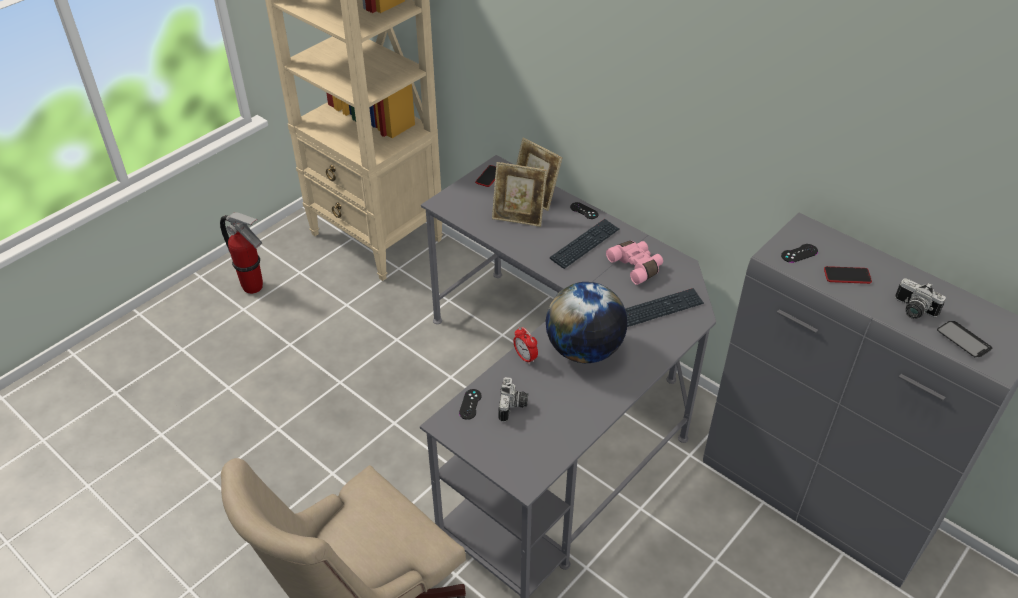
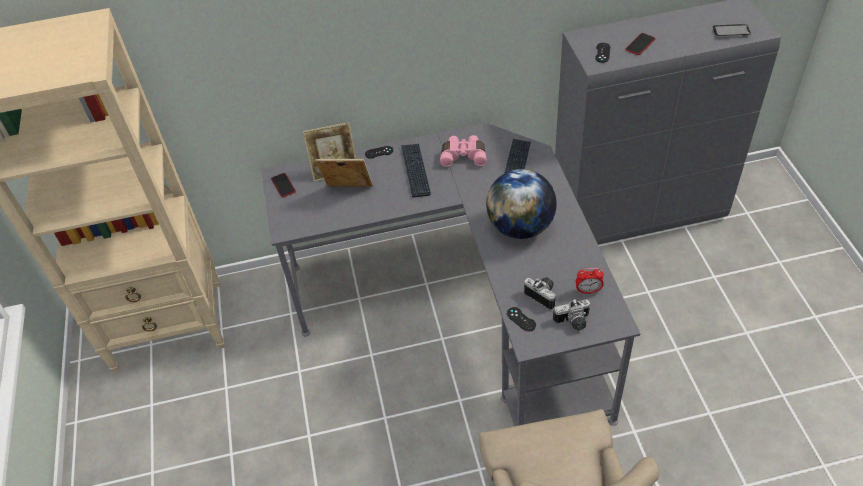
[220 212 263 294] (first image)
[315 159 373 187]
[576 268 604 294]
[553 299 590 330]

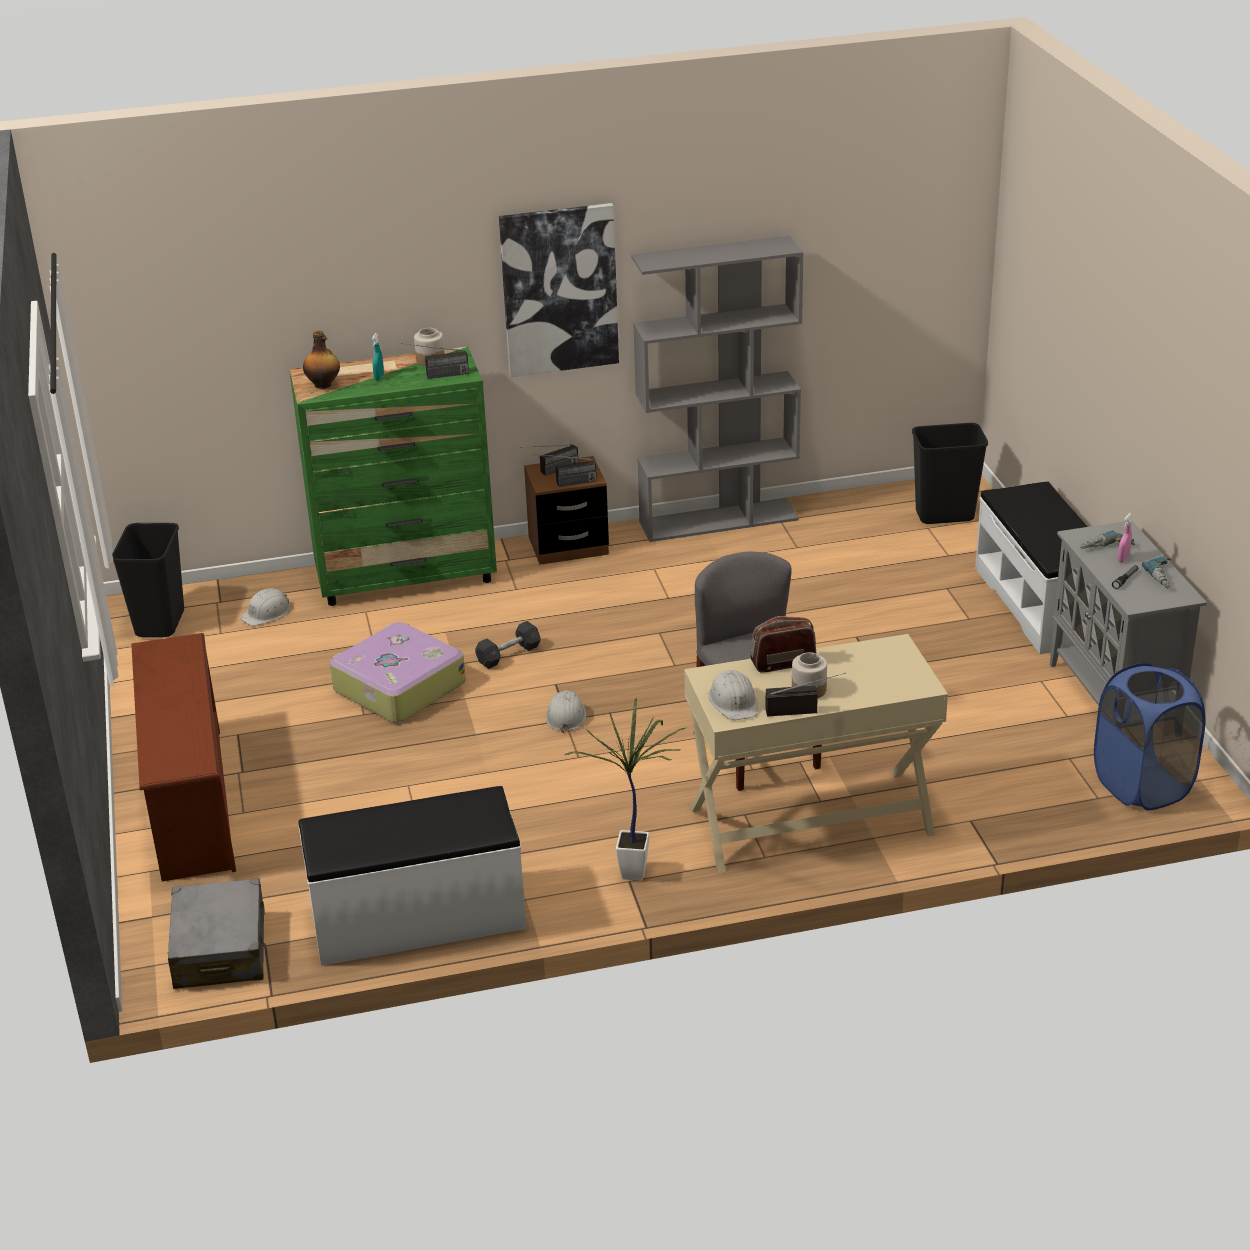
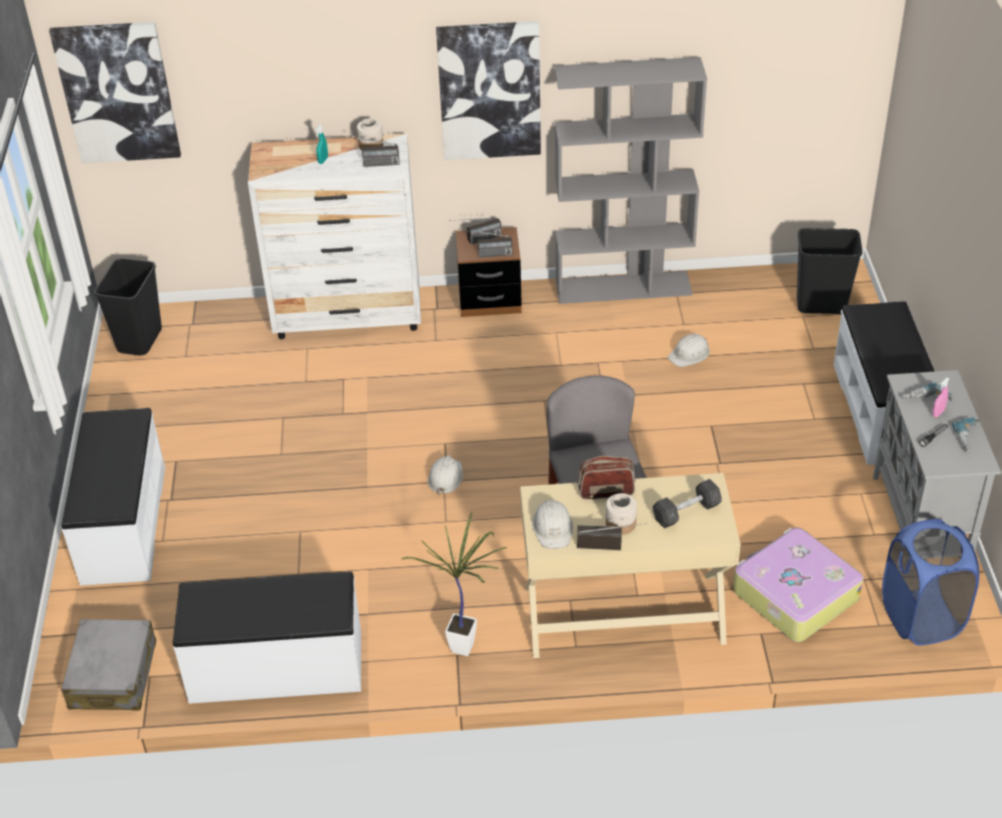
[61 408 165 586]
[668 334 710 367]
[248 134 421 339]
[303 330 340 389] (first image)
[733 527 863 642]
[653 479 722 529]
[49 22 181 163]

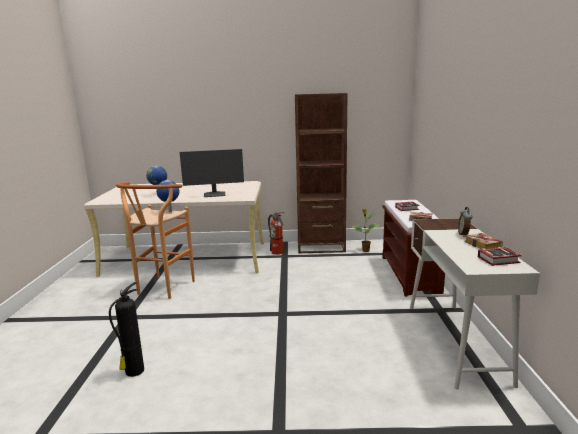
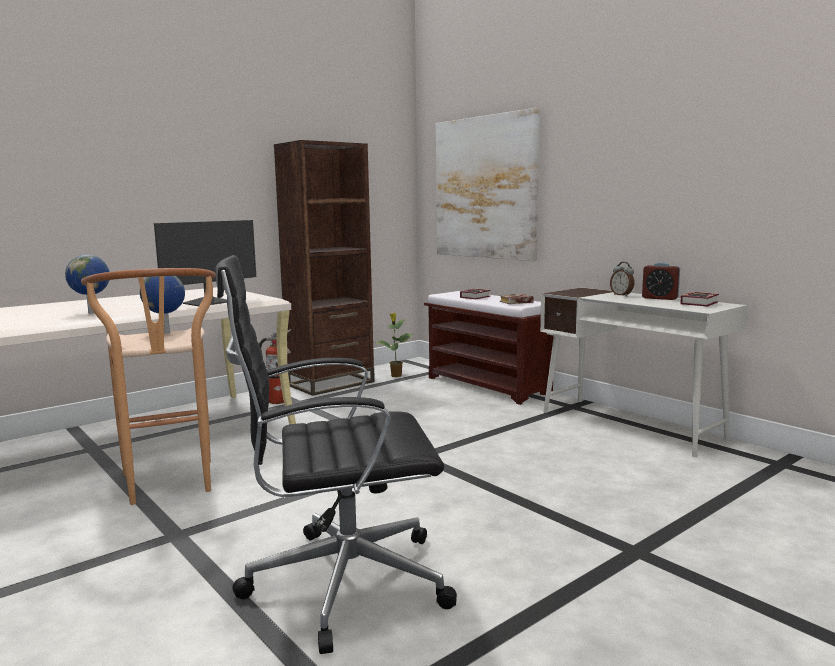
[216 255 457 654]
[642 262 680 300]
[436 108 540 261]

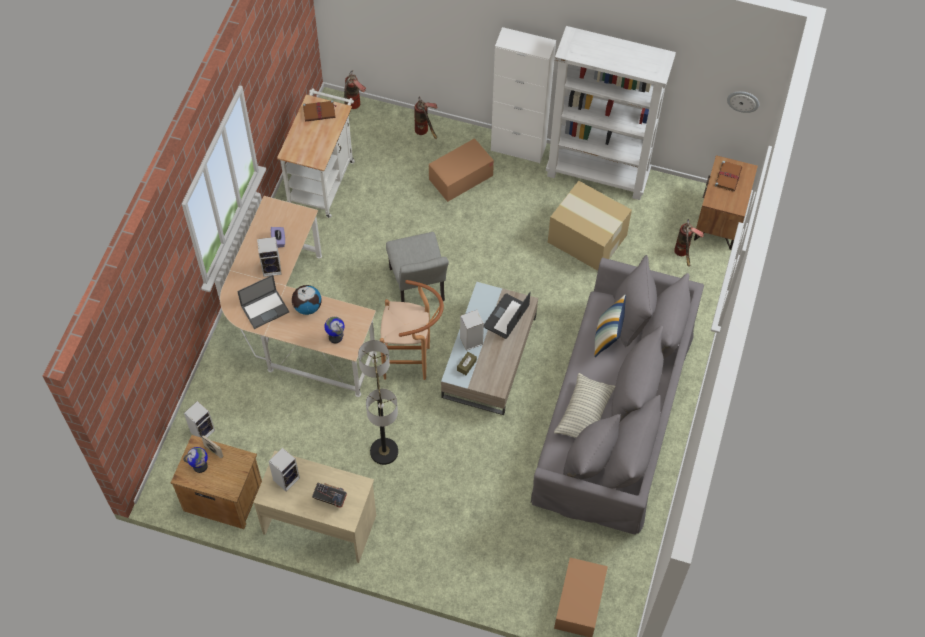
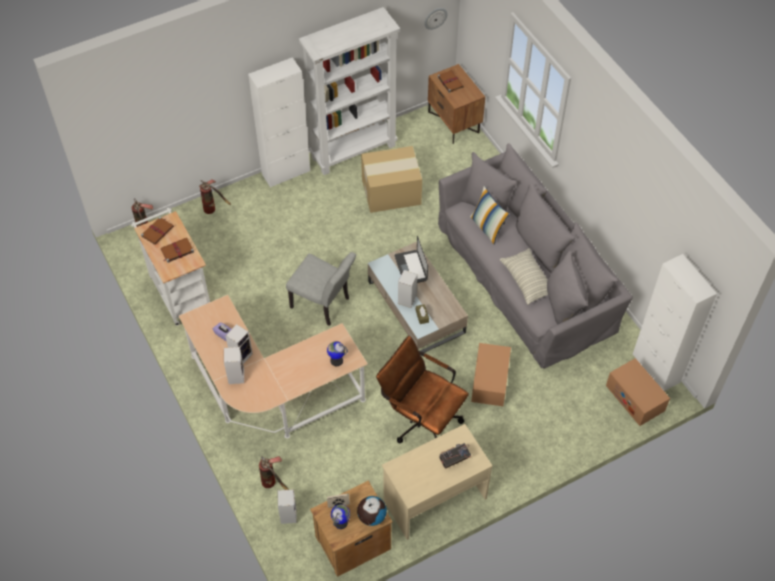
[237 275 289 329] (first image)
[224 347 244 384]
[357 496 387 526]
[376 336 469 443]
[380 280 444 380] (first image)
[471 343 511 406]
[259 456 289 490]
[161 238 194 263]
[632 254 717 391]

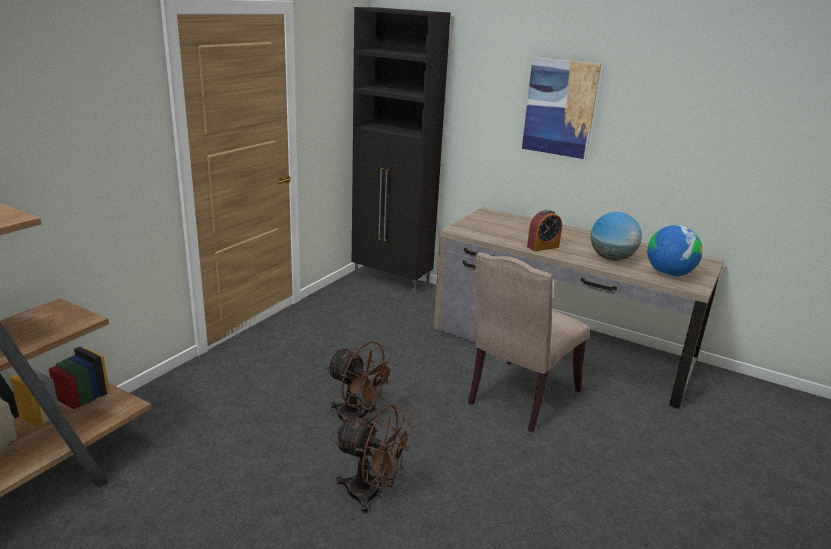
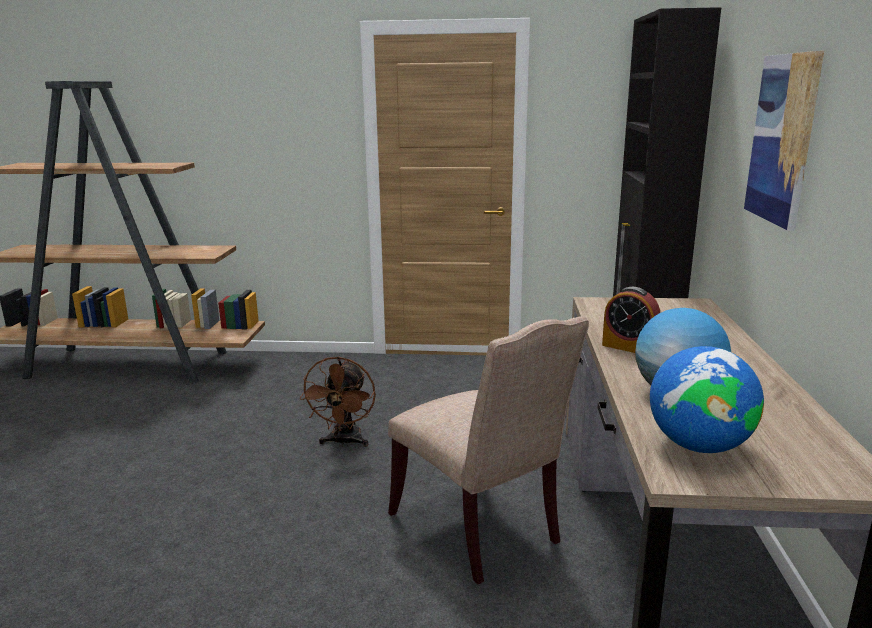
[334 405 414 514] (first image)
[388 316 589 584]

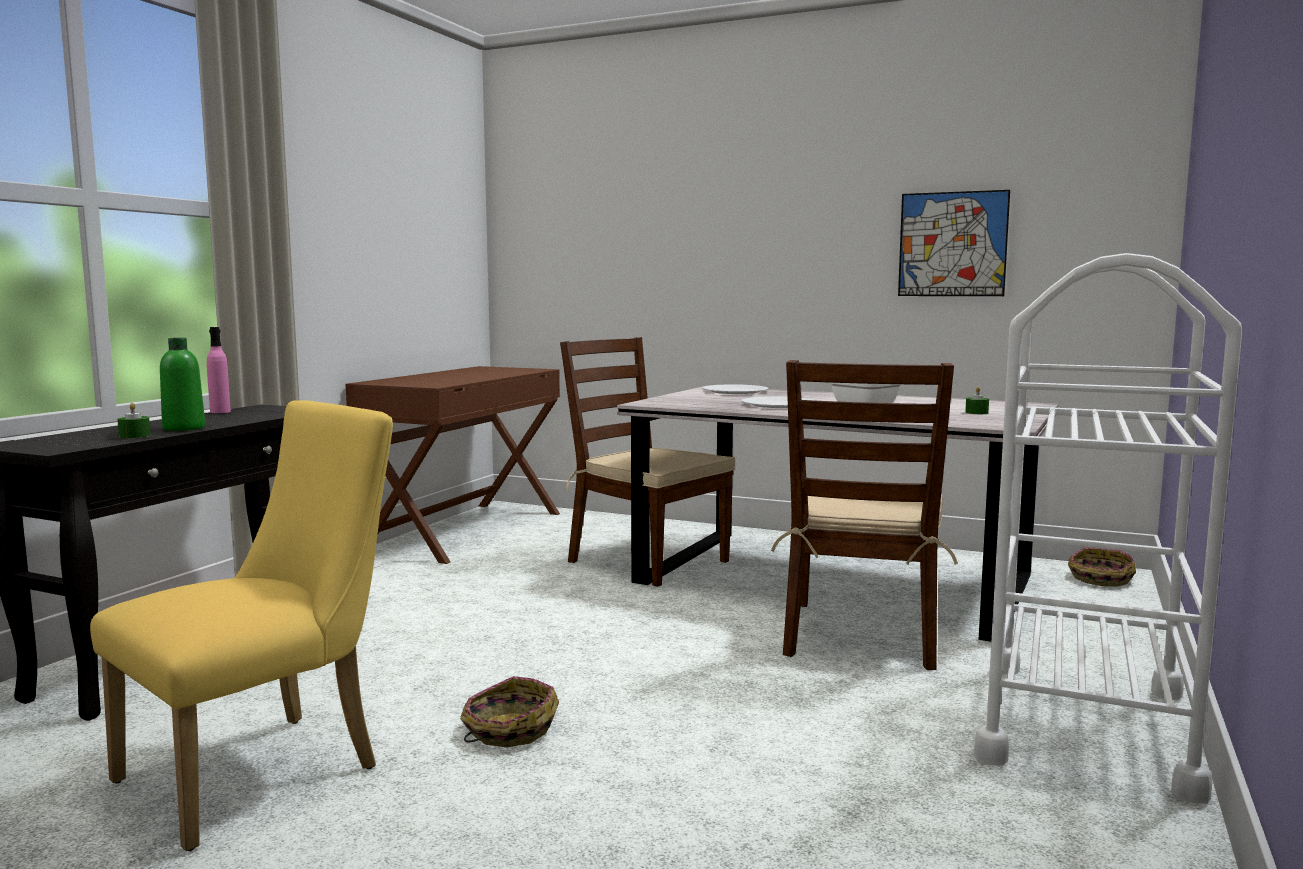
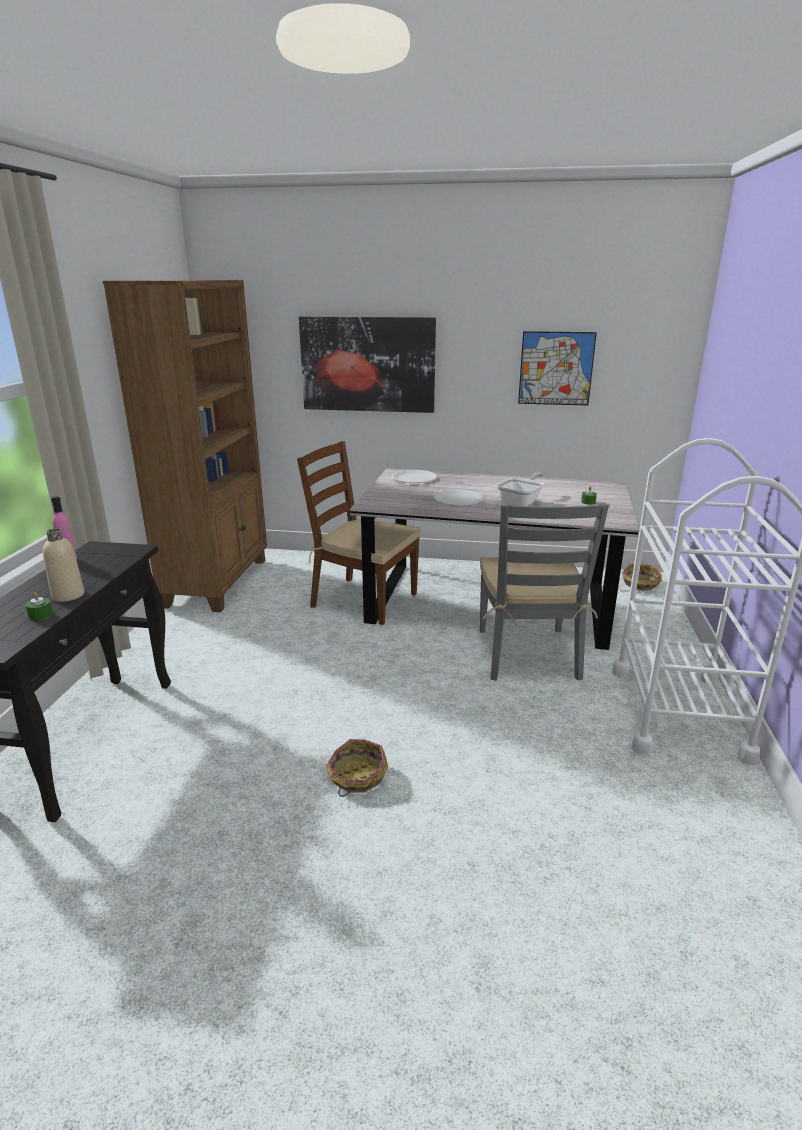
[90 400 393 851] (first image)
[43 528 84 602]
[103 280 267 612]
[480 503 609 681]
[299 316 436 413]

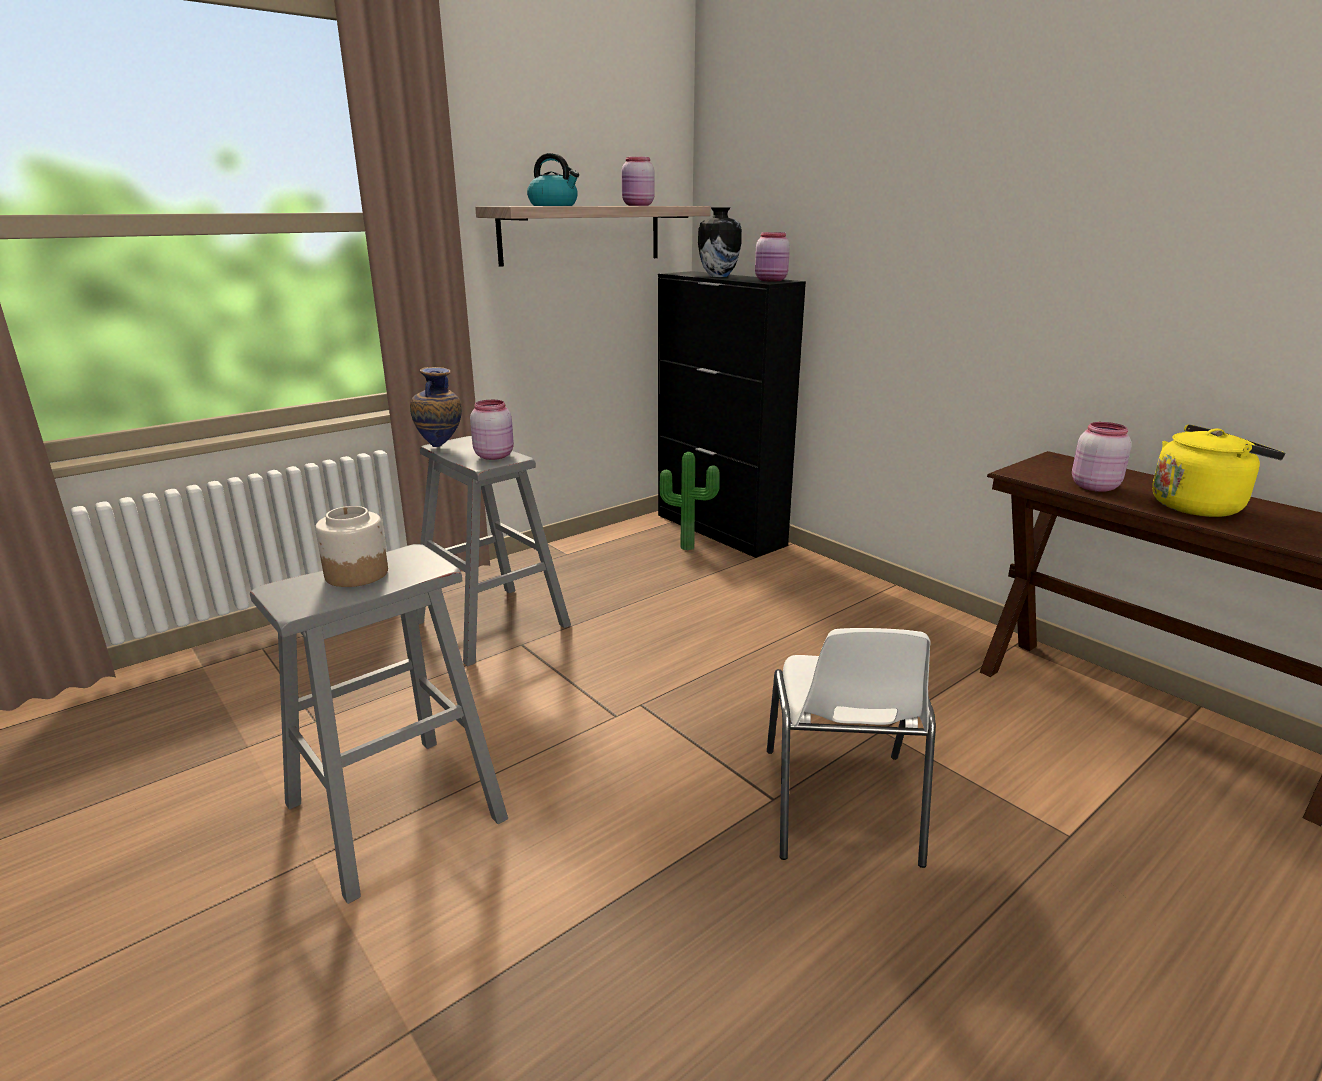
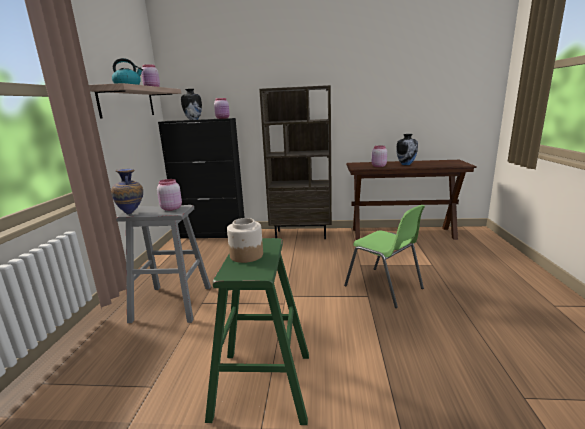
[205 238 309 425]
[659 452 720 550] (first image)
[344 205 425 308]
[396 134 418 165]
[259 85 332 239]

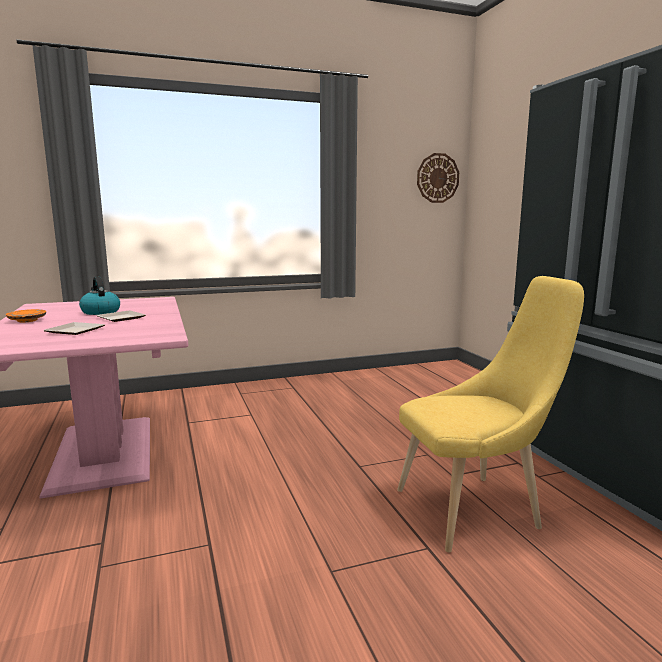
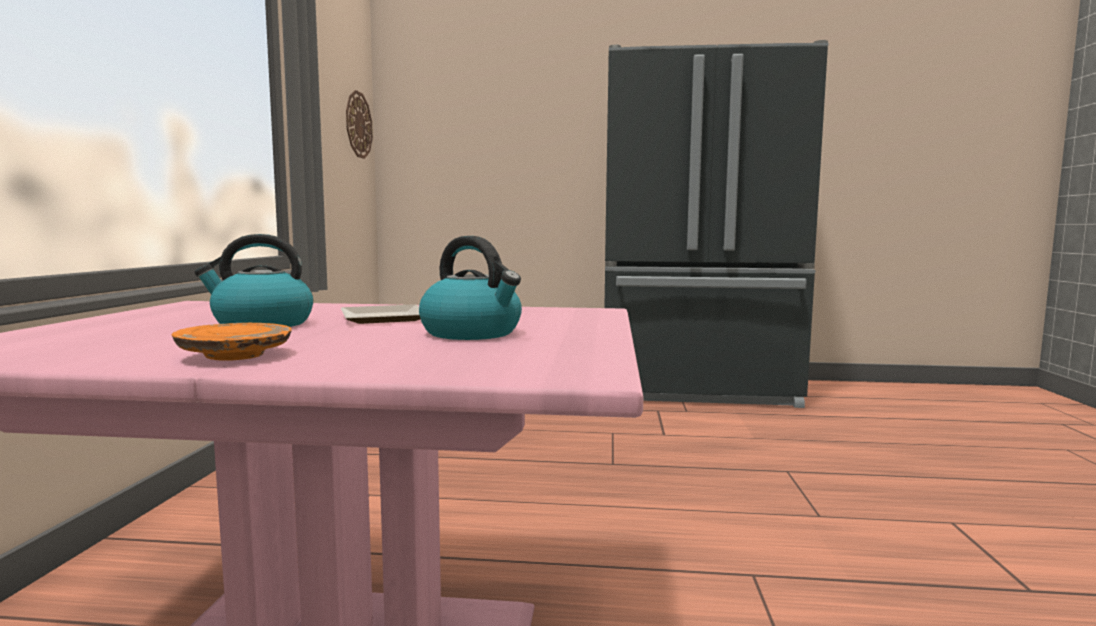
[419 236 522 340]
[397 276 584 552] (first image)

